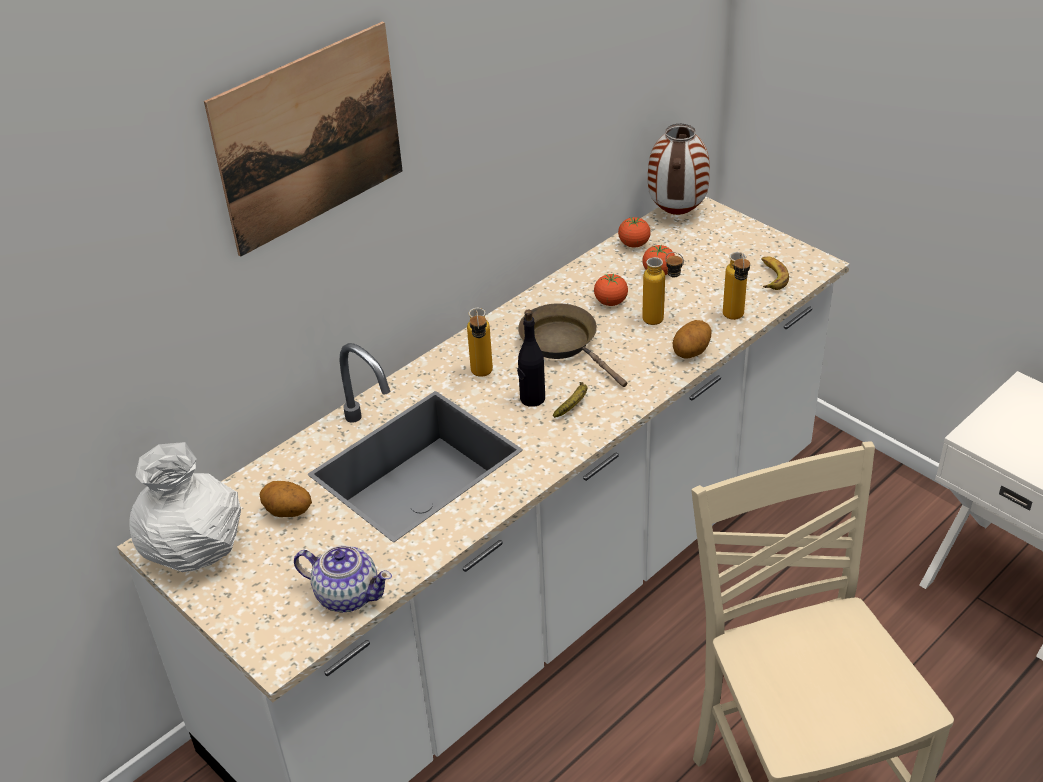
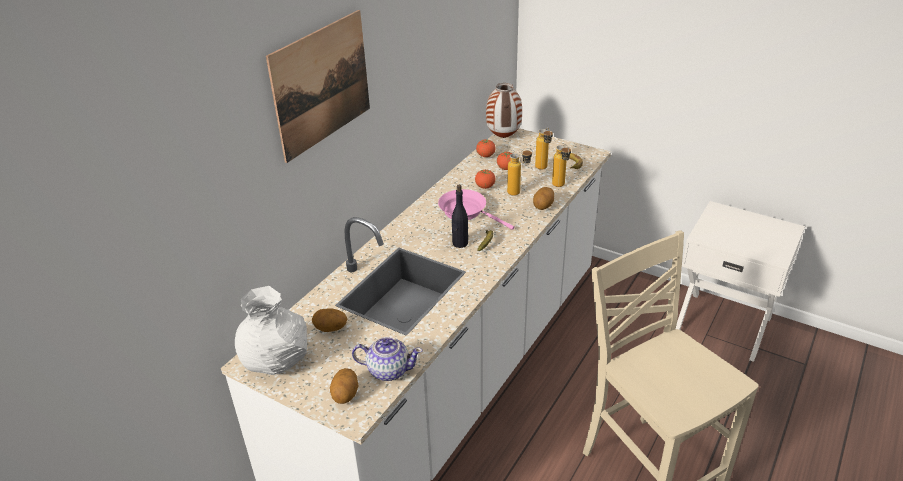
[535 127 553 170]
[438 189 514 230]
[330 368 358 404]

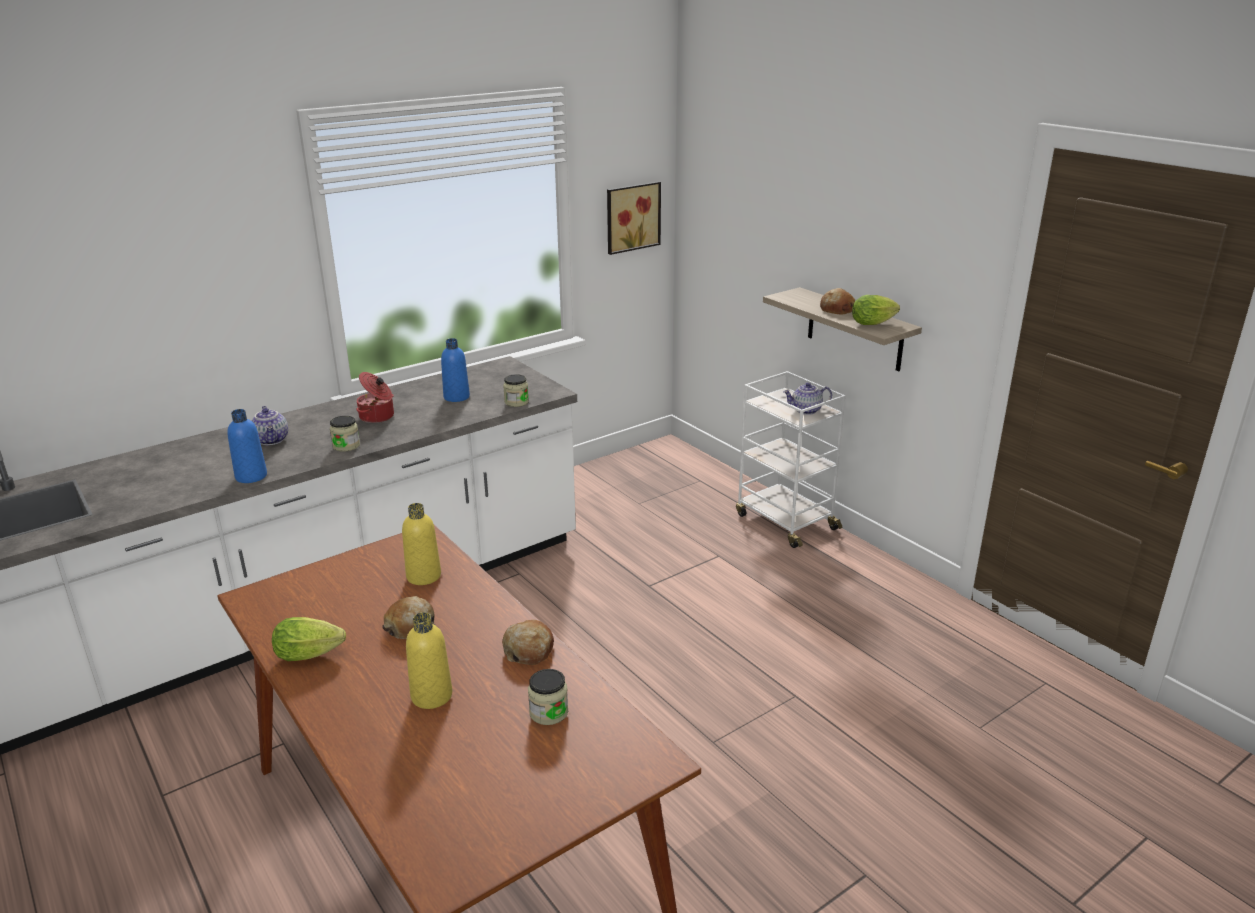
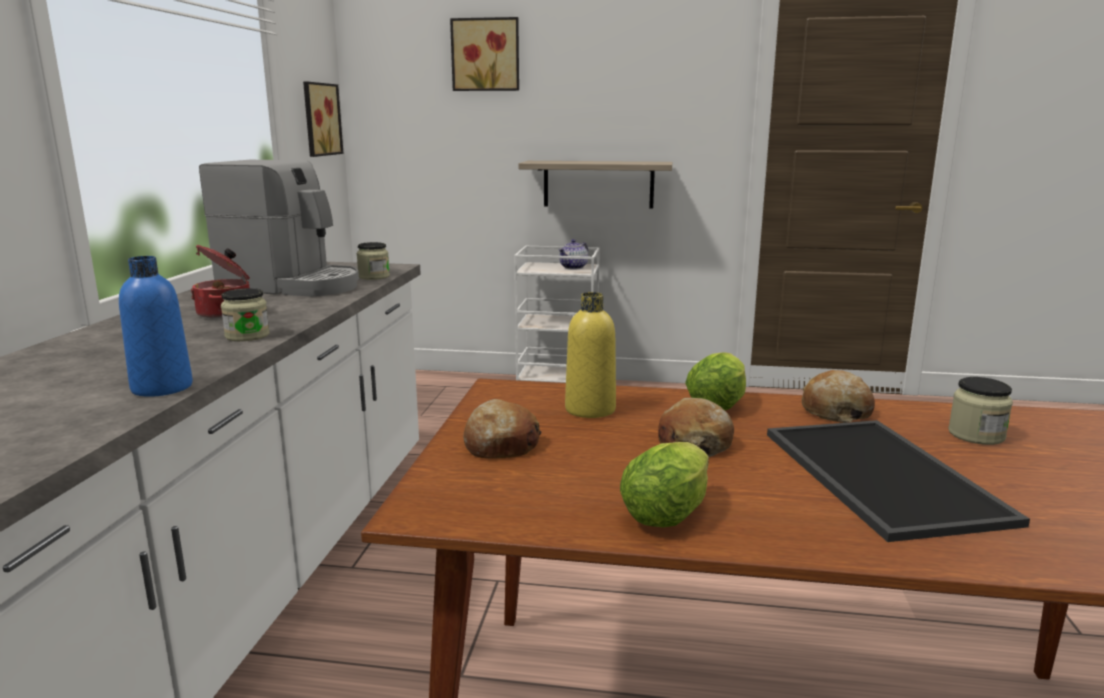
[251 406 288 445] (first image)
[767 420 1030 542]
[199 160 359 297]
[463 399 542 458]
[685 352 746 410]
[450 17 519 91]

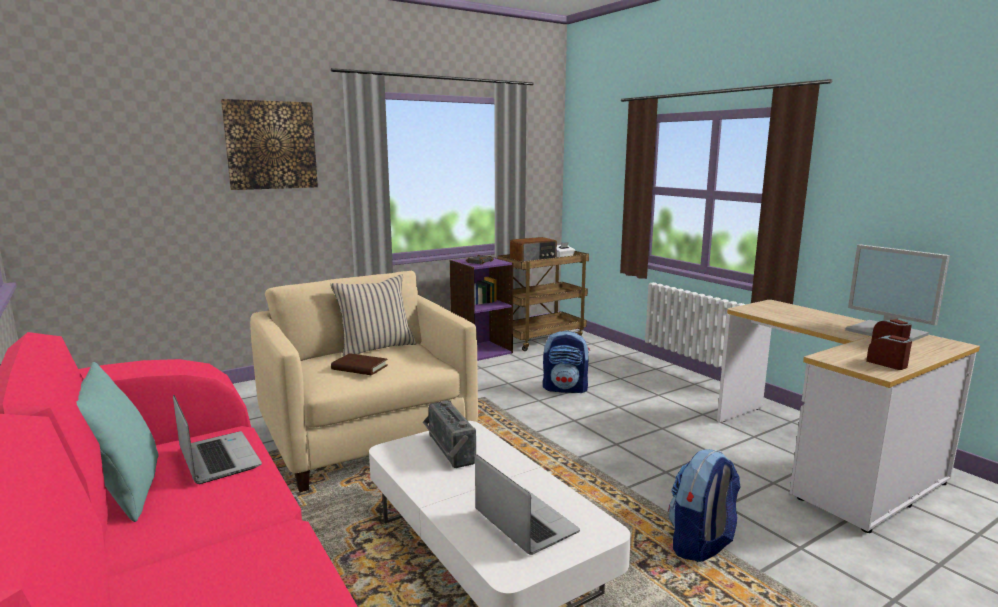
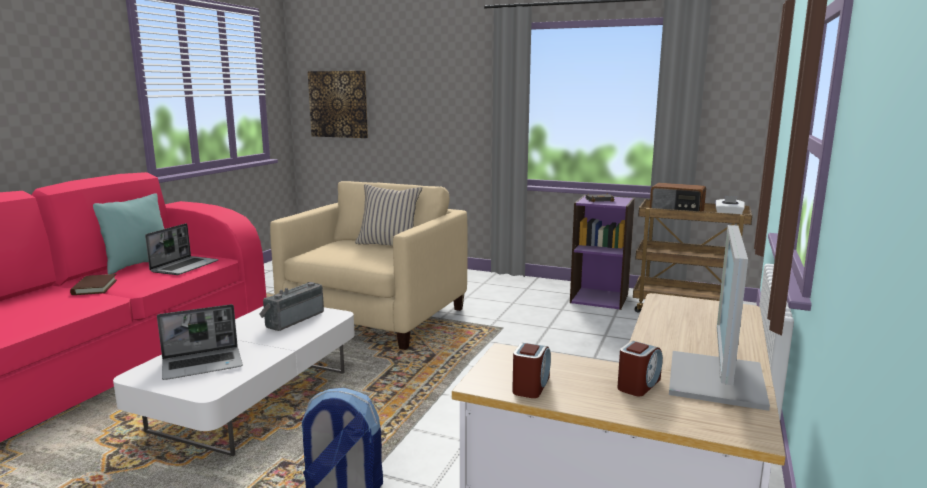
[308 71 368 138]
[70 274 117 295]
[157 304 243 380]
[543 331 590 393] (first image)

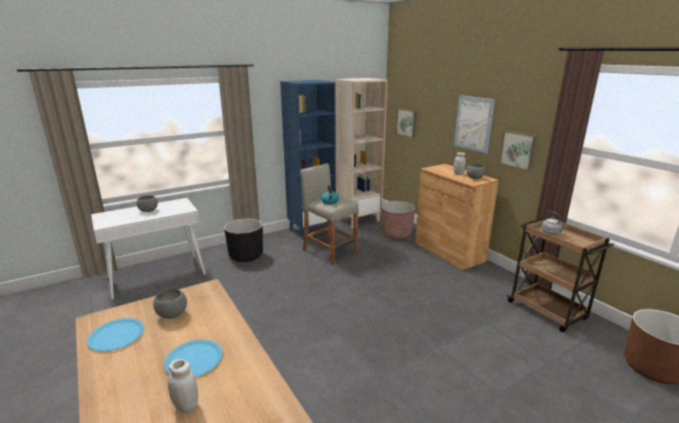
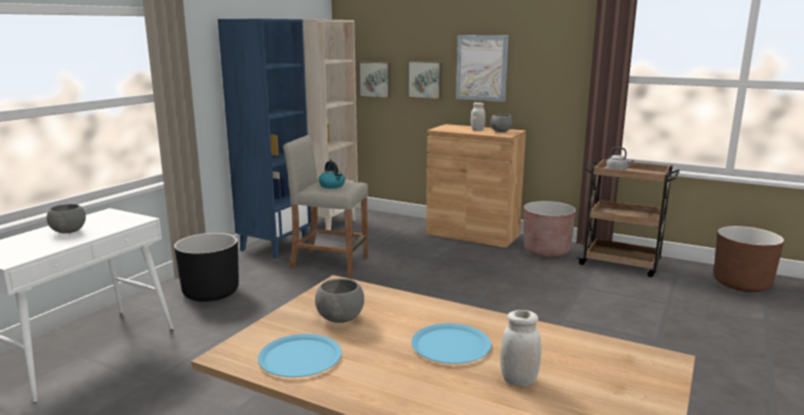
[523 201 576 257]
[407 61 442 99]

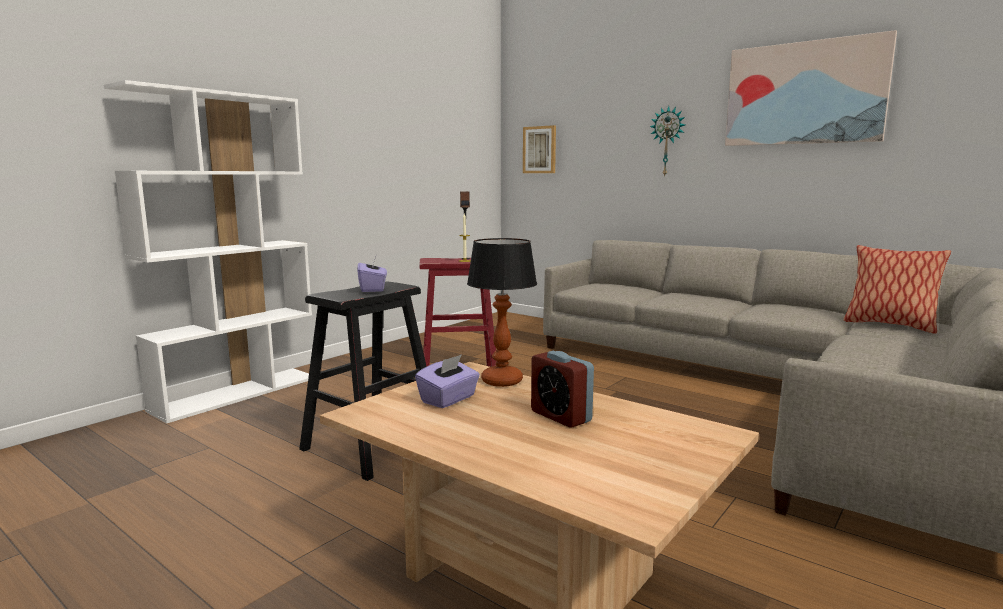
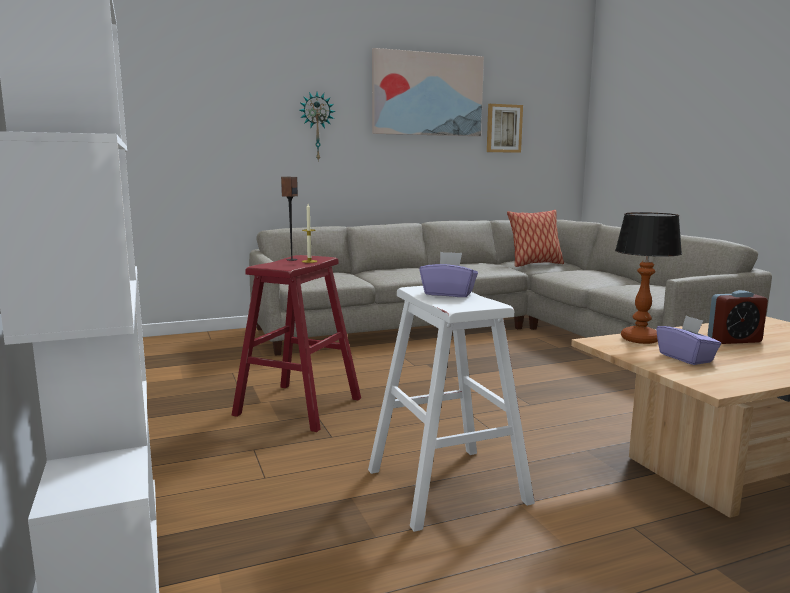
[368 286 535 532]
[487 104 523 153]

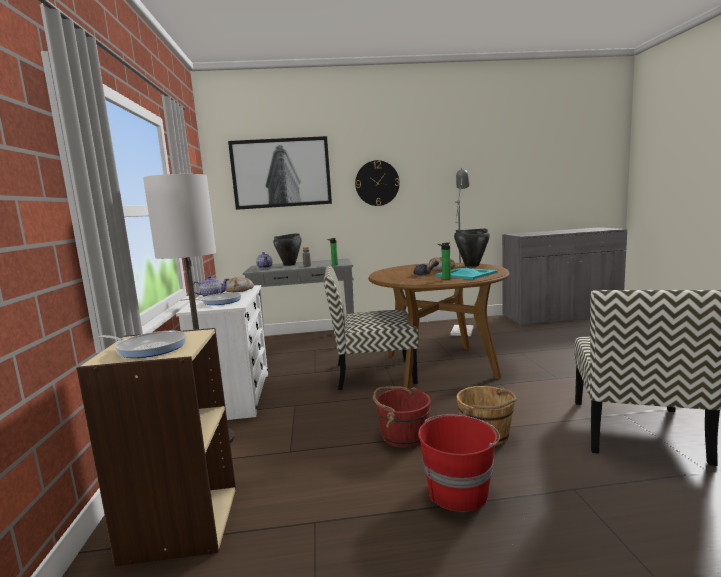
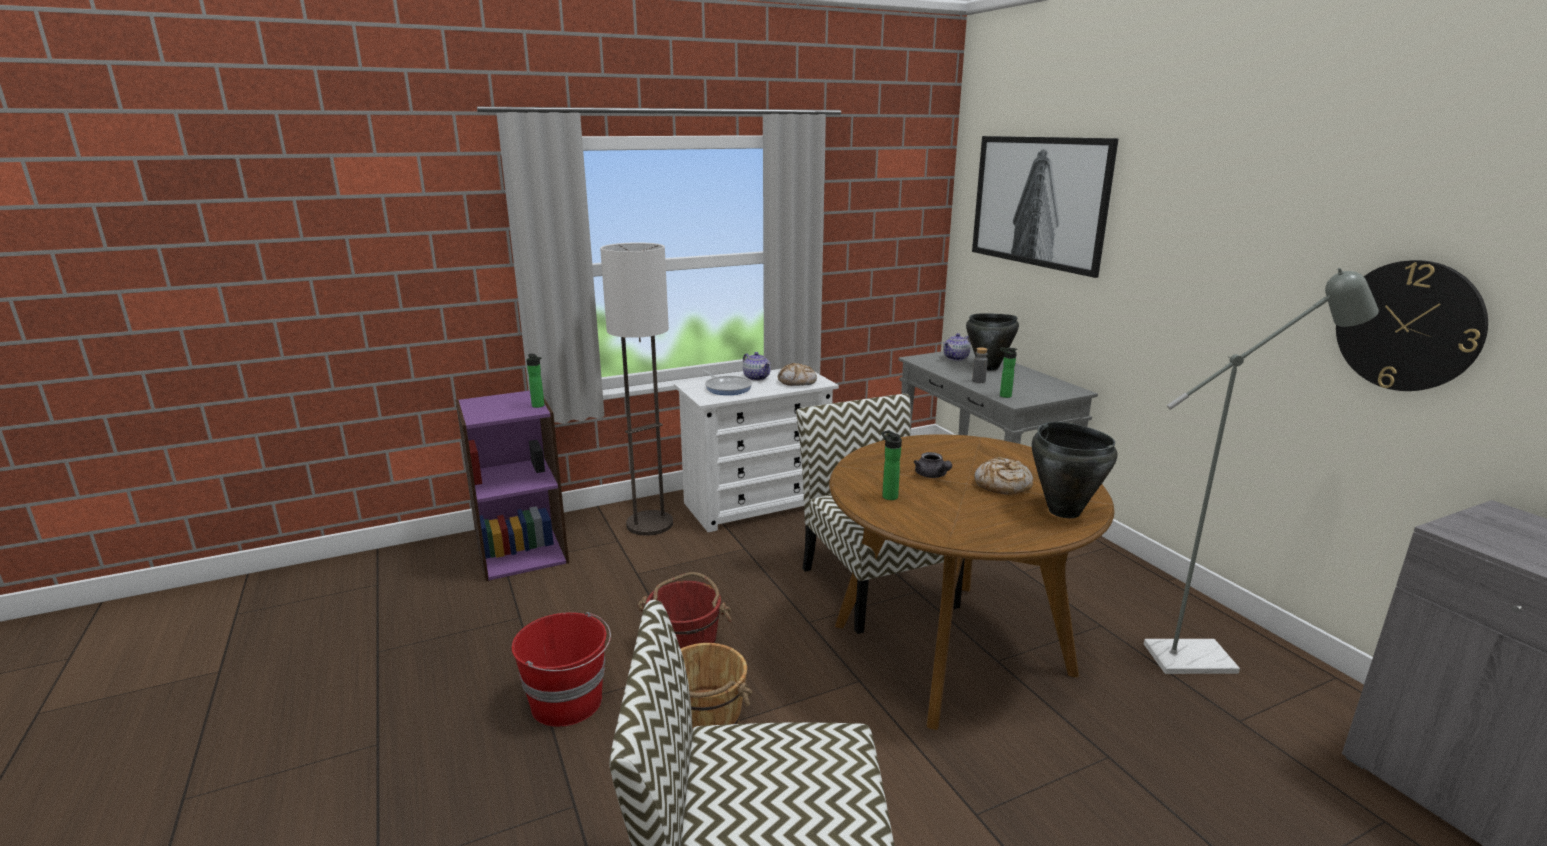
[455 391 569 581]
[98 331 187 358] (first image)
[1336 260 1488 391]
[435 268 497 279] (first image)
[526 354 544 408]

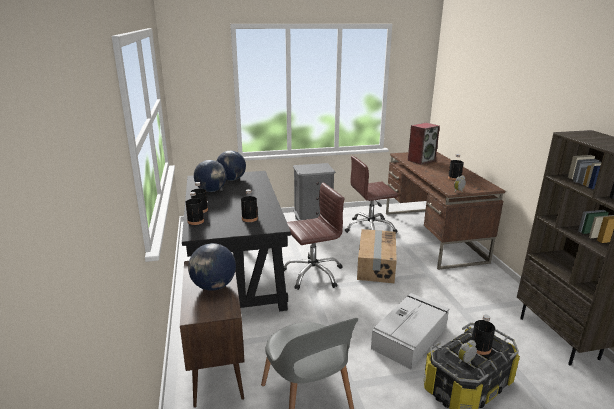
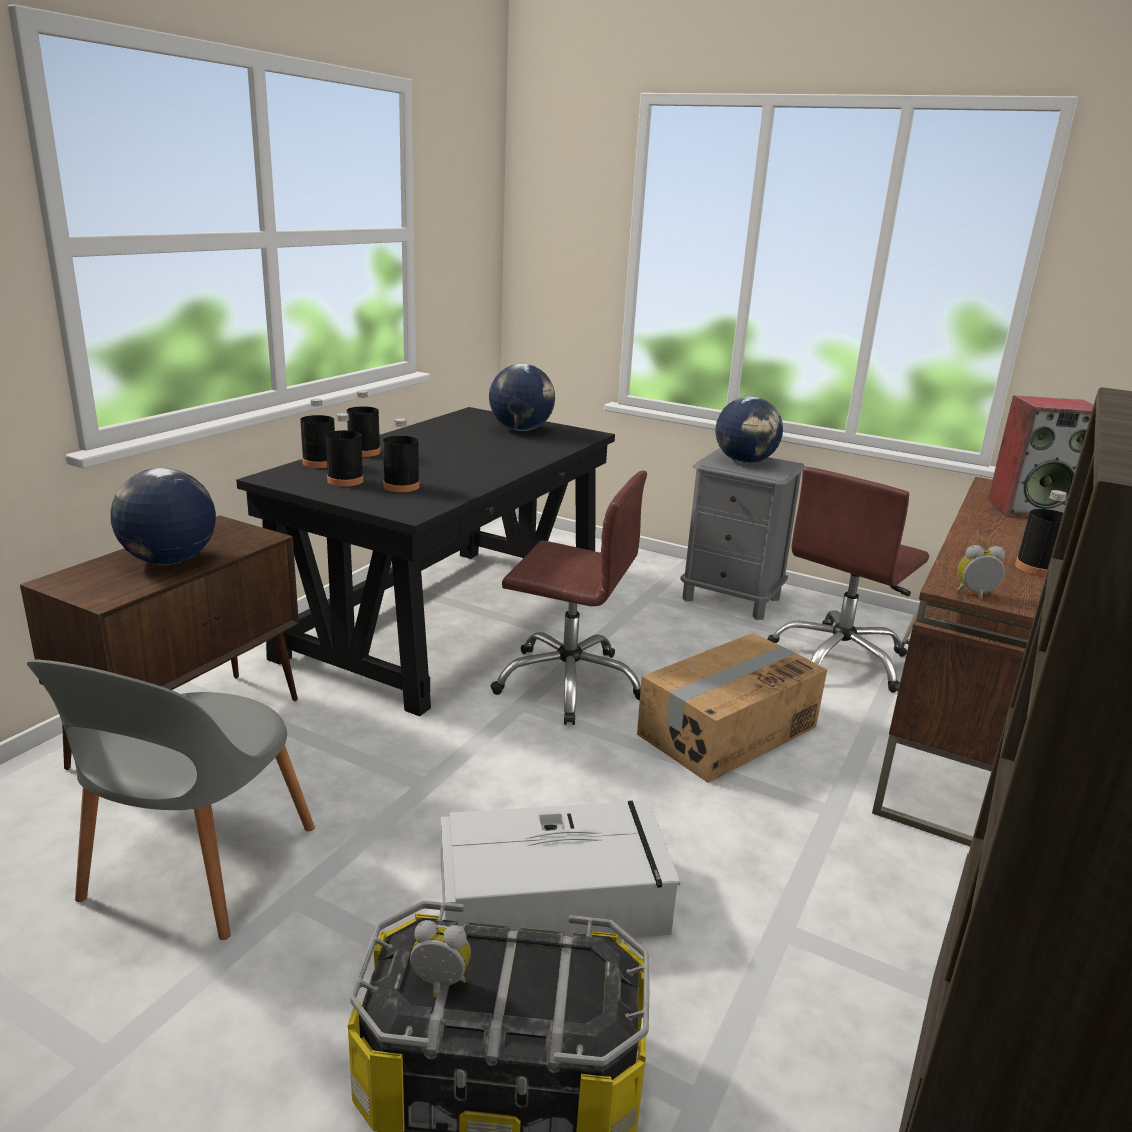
[715 396 783 463]
[767 467 929 693]
[326 413 364 486]

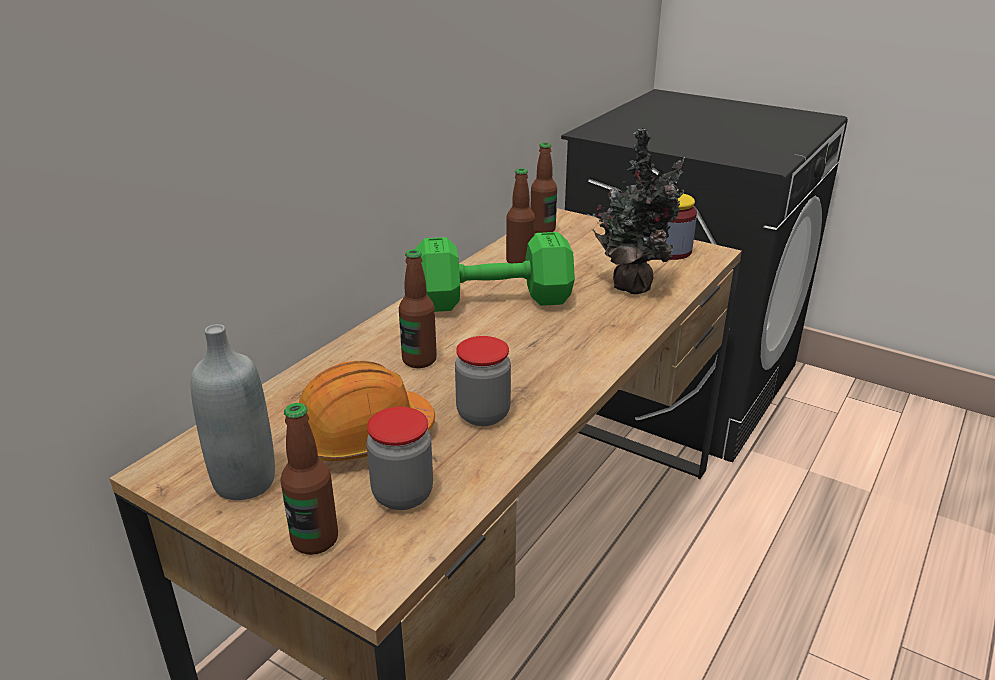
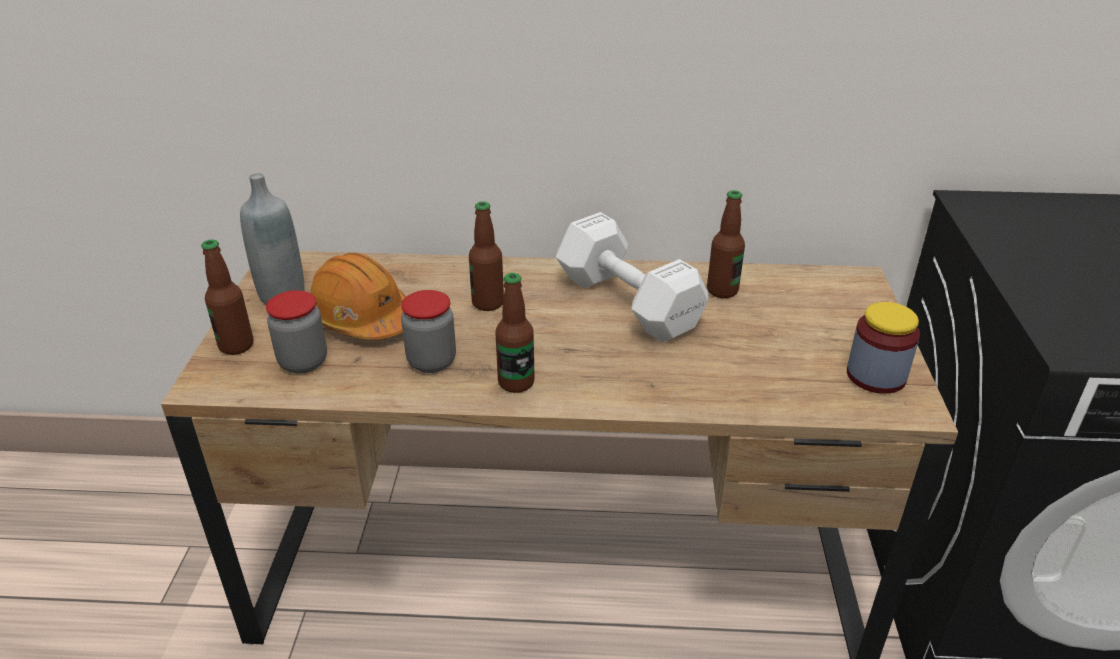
[556 212 709 342]
[495 273 535 393]
[593 128 685 294] (first image)

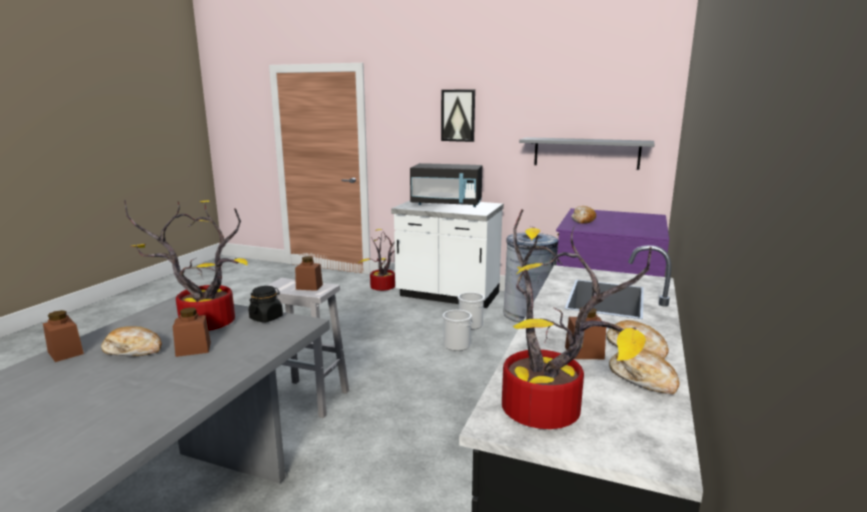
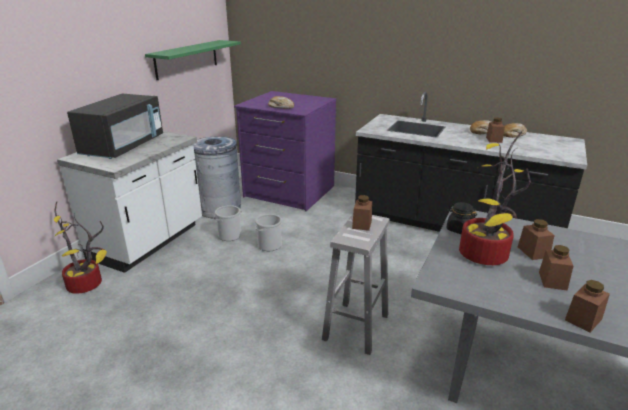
[539 245 573 291]
[441 90 475 142] (first image)
[502 209 652 429] (first image)
[145 40 241 80]

